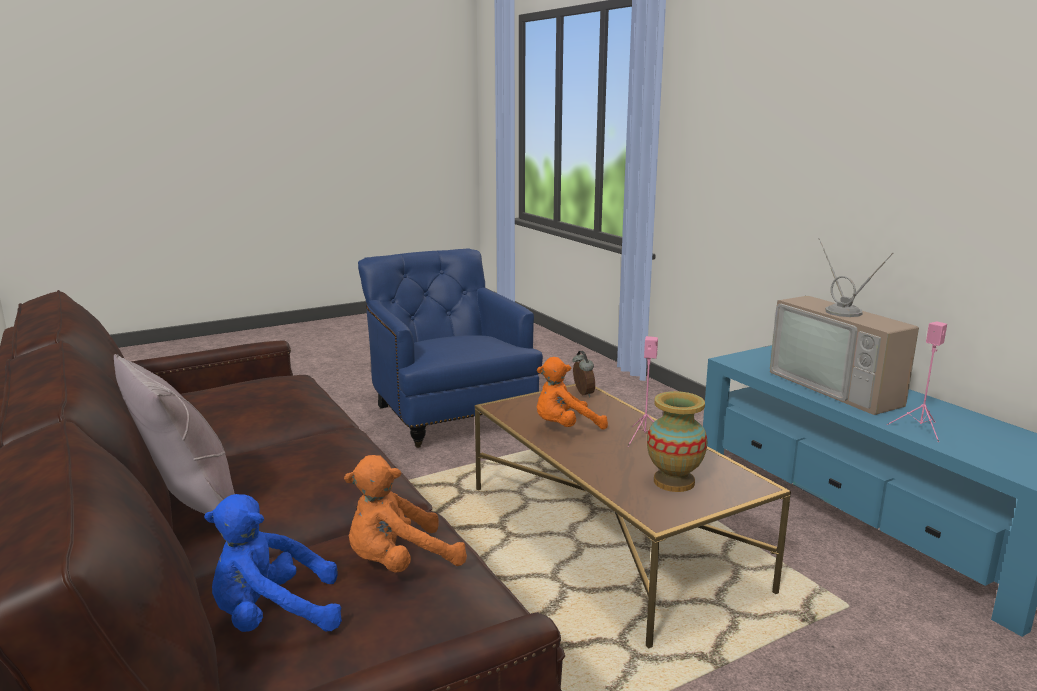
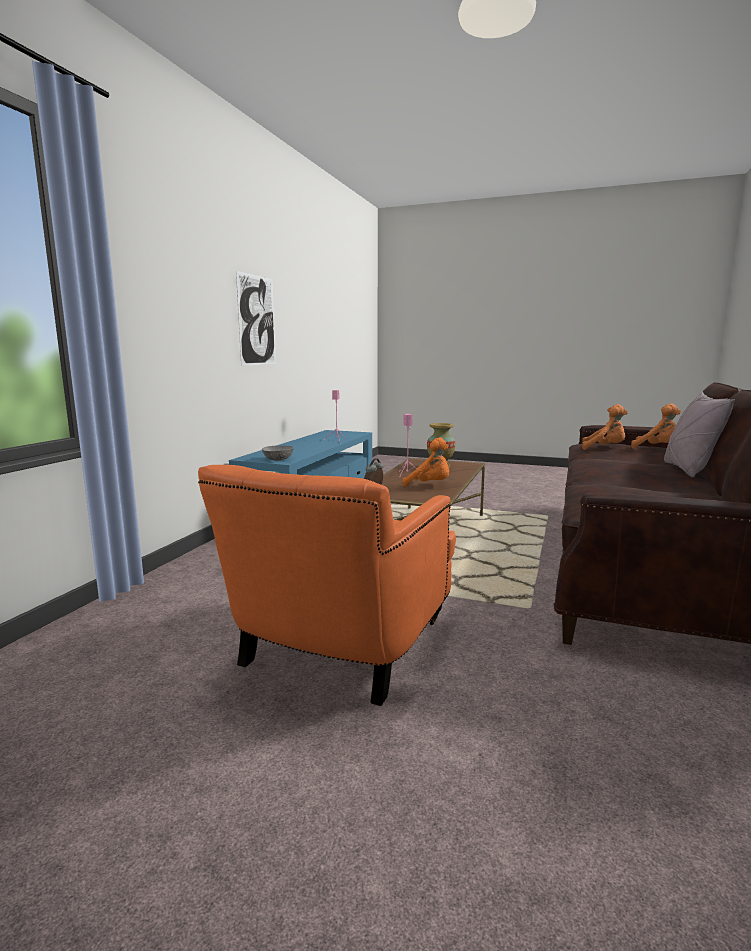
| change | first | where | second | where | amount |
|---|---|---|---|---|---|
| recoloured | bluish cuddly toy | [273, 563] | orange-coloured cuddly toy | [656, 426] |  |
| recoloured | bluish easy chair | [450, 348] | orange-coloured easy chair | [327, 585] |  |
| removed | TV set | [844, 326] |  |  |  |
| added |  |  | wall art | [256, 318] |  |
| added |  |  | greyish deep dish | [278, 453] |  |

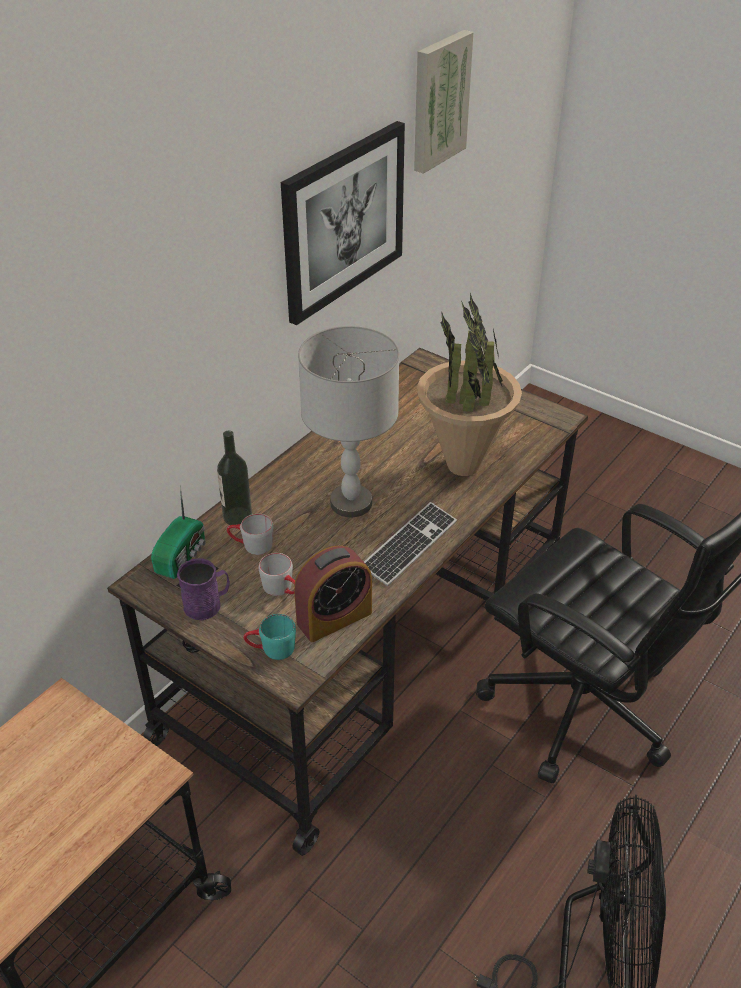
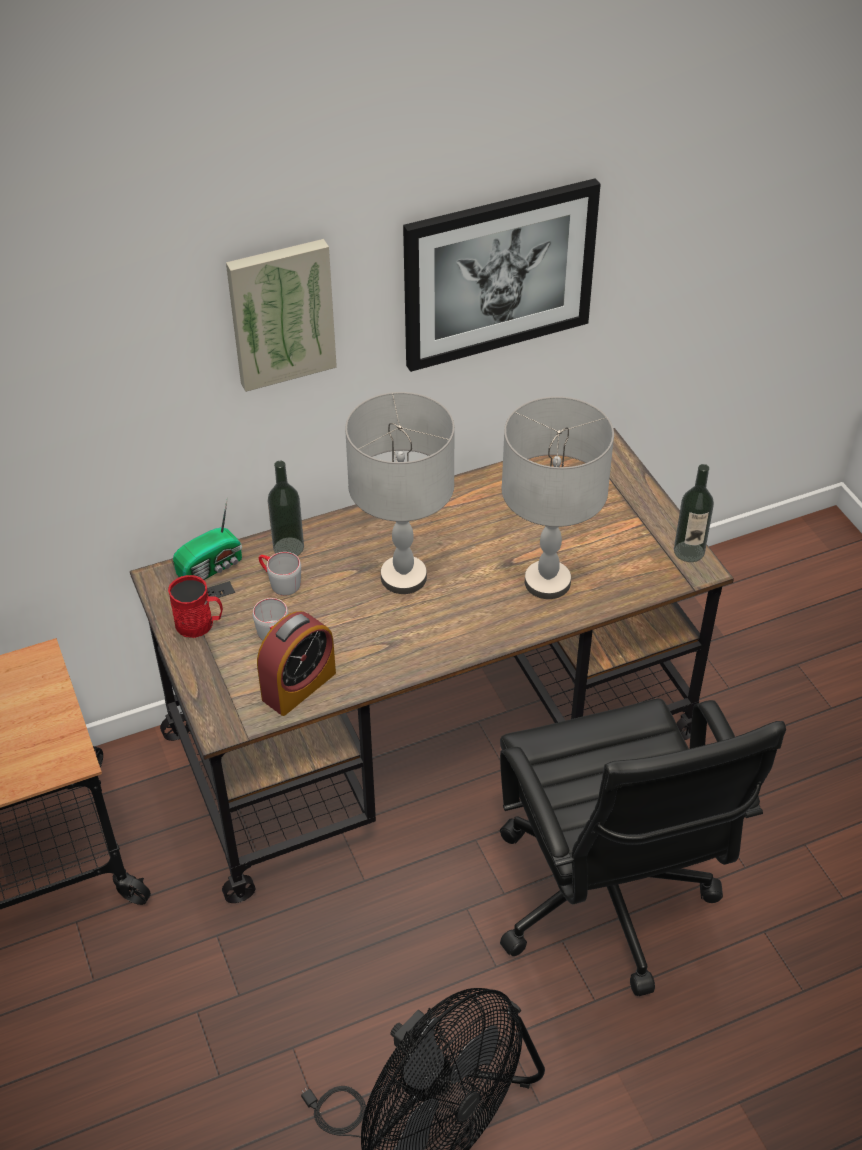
| change | first | where | second | where | amount |
|---|---|---|---|---|---|
| recoloured | purple-coloured mug | [203, 589] | red-coloured mug | [195, 606] |  |
| removed | turquoise mug | [269, 637] |  |  |  |
| turned | alarm clock | [333, 593] |  | [296, 663] | 45 degrees counterclockwise |
| removed | keyboard | [410, 544] |  |  |  |
| moved | wall art | [444, 102] |  | [281, 315] |  |
| replaced | plant in a pot | [469, 384] | greyish tabletop lamp | [558, 497] |  |
| added |  |  | drink bottle | [694, 513] |  |

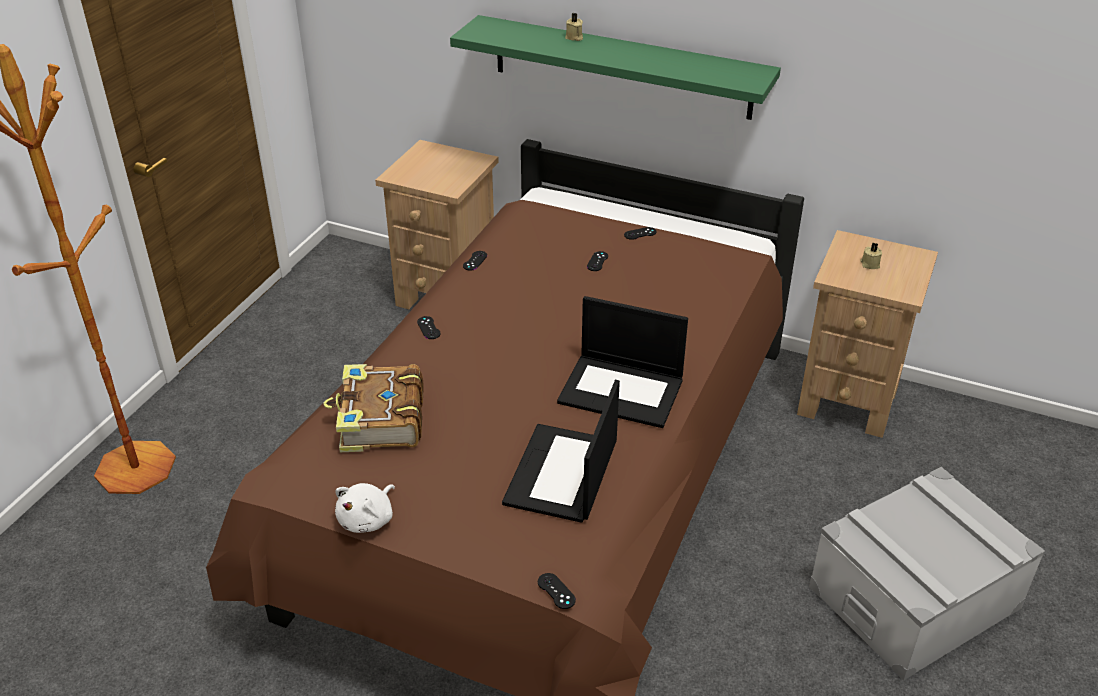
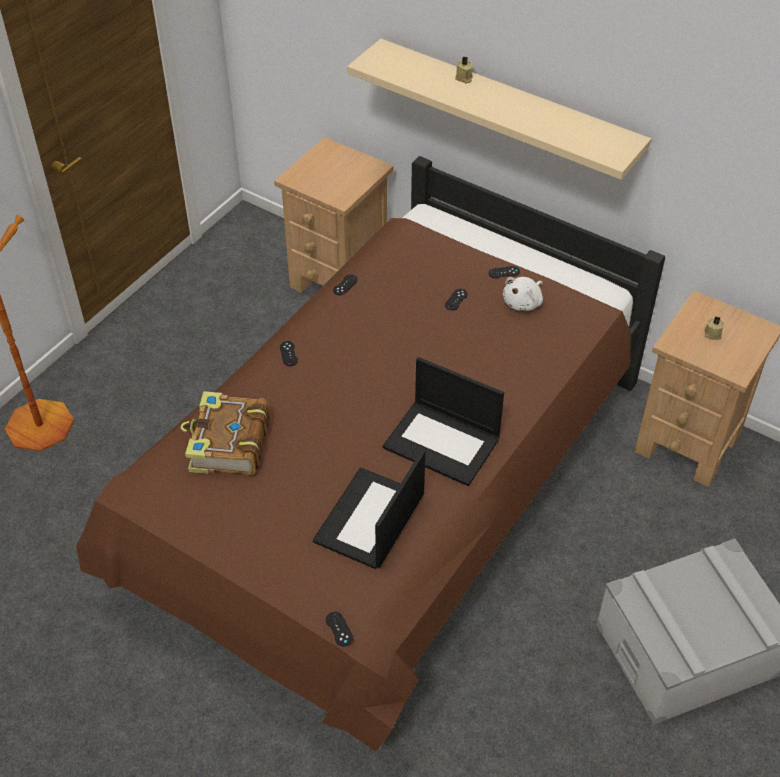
| change | first | where | second | where | amount |
|---|---|---|---|---|---|
| moved | whitish cuddly toy | [365, 508] |  | [523, 294] |  |
| recoloured | green wall shelf | [615, 67] | beige-coloured wall shelf | [499, 109] |  |

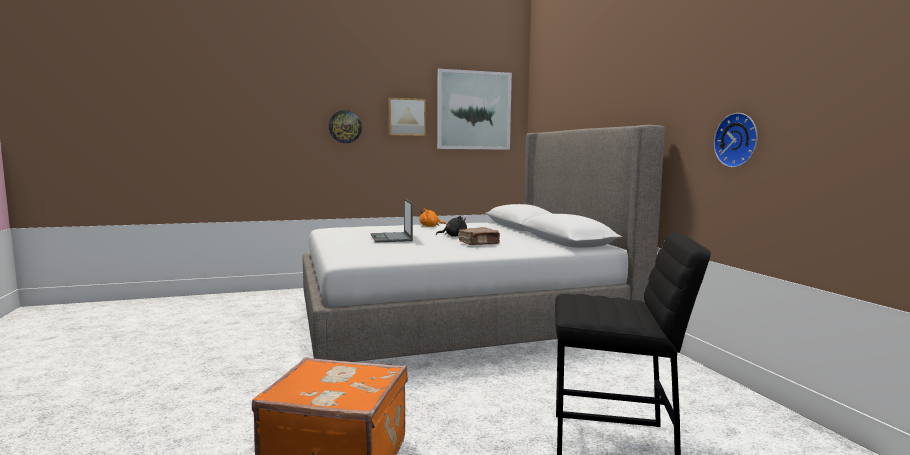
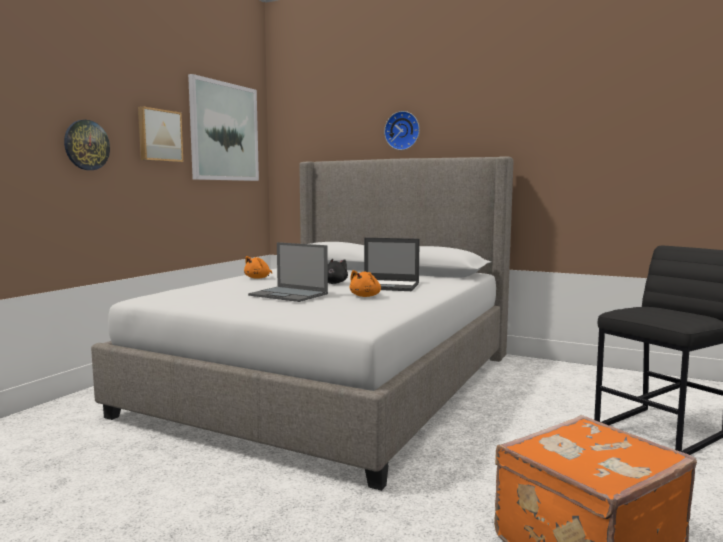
| change | first | where | second | where | amount |
|---|---|---|---|---|---|
| replaced | brown book | [479, 236] | laptop | [392, 264] |  |
| moved | wall clock | [736, 140] |  | [402, 130] |  |
| added |  |  | orange-coloured cuddly toy | [365, 283] |  |

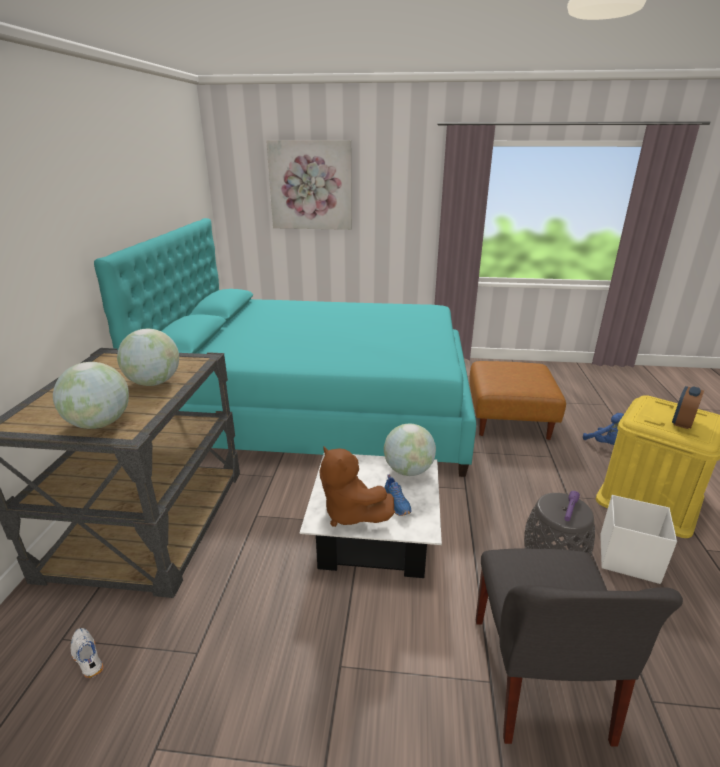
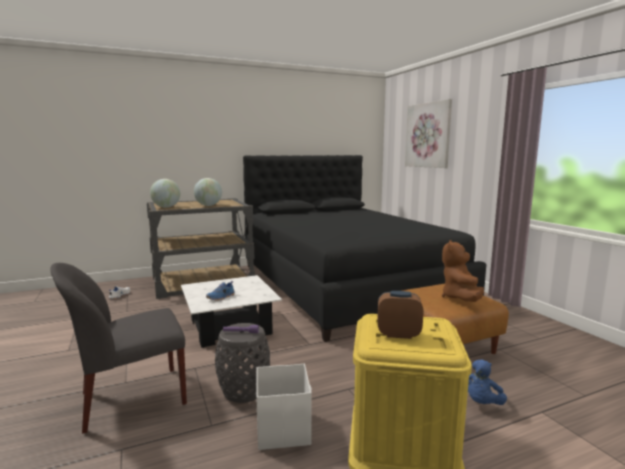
| change | first | where | second | where | amount |
|---|---|---|---|---|---|
| recoloured | turquoise bedroom bed | [285, 347] | black bedroom bed | [365, 248] |  |
| moved | brown cuddly toy | [356, 487] |  | [463, 271] |  |
| removed | desk globe | [410, 449] |  |  |  |

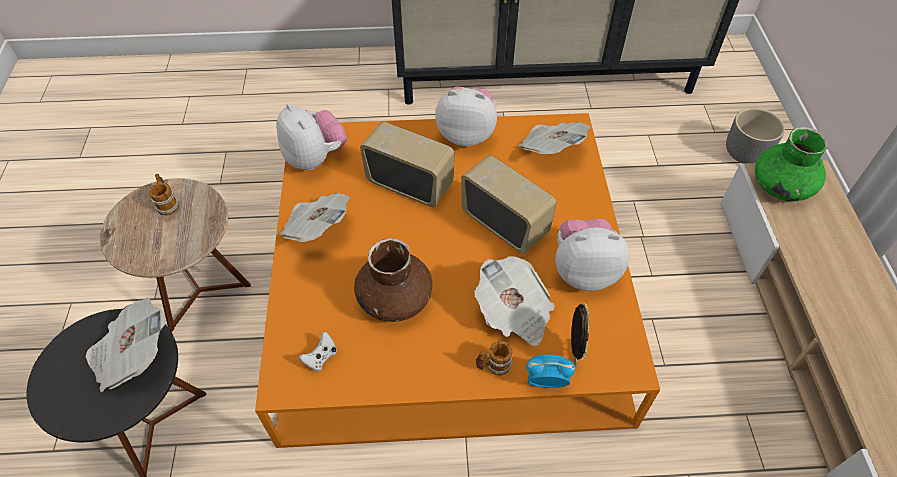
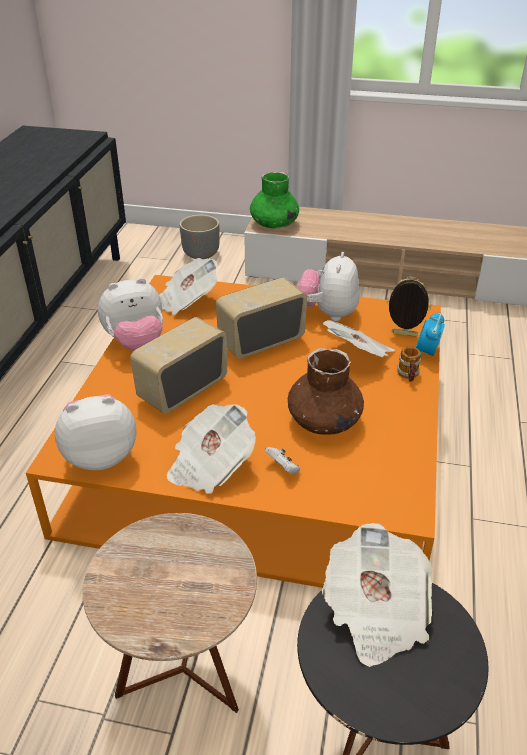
| change | first | where | second | where | amount |
|---|---|---|---|---|---|
| removed | mug | [164, 195] |  |  |  |
| moved | whitish gamepad | [318, 352] |  | [282, 460] |  |
| turned | cuddly toy | [466, 116] |  | [130, 314] | 135 degrees counterclockwise |

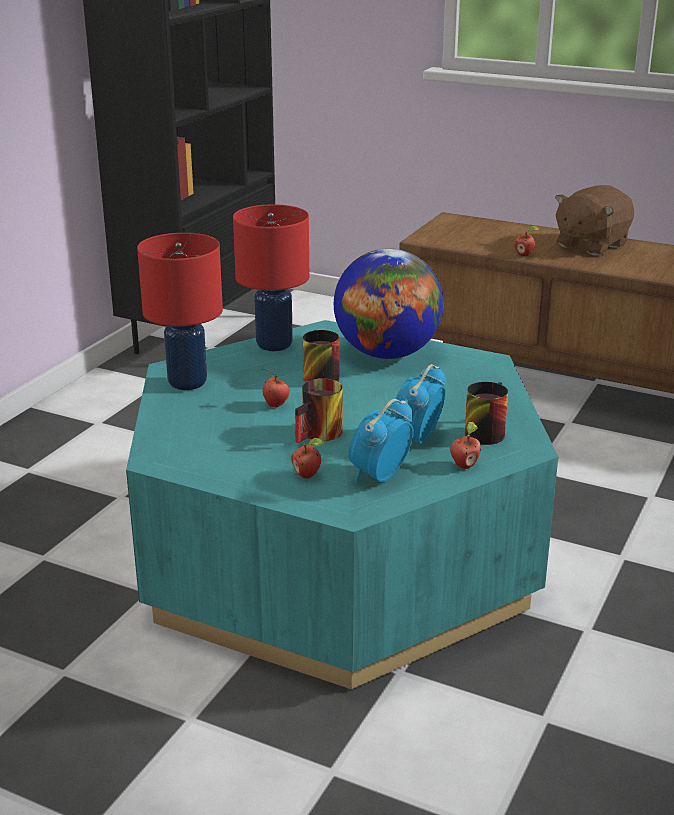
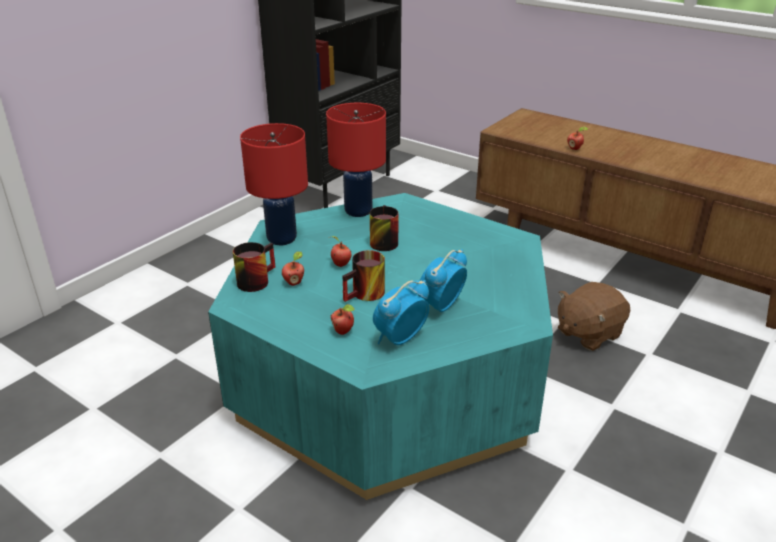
| change | first | where | second | where | amount |
|---|---|---|---|---|---|
| removed | desk globe | [389, 303] |  |  |  |
| moved | whole apple | [465, 445] |  | [293, 269] |  |
| moved | mug | [486, 413] |  | [254, 267] |  |
| moved | brown cuddly toy | [594, 220] |  | [594, 316] |  |

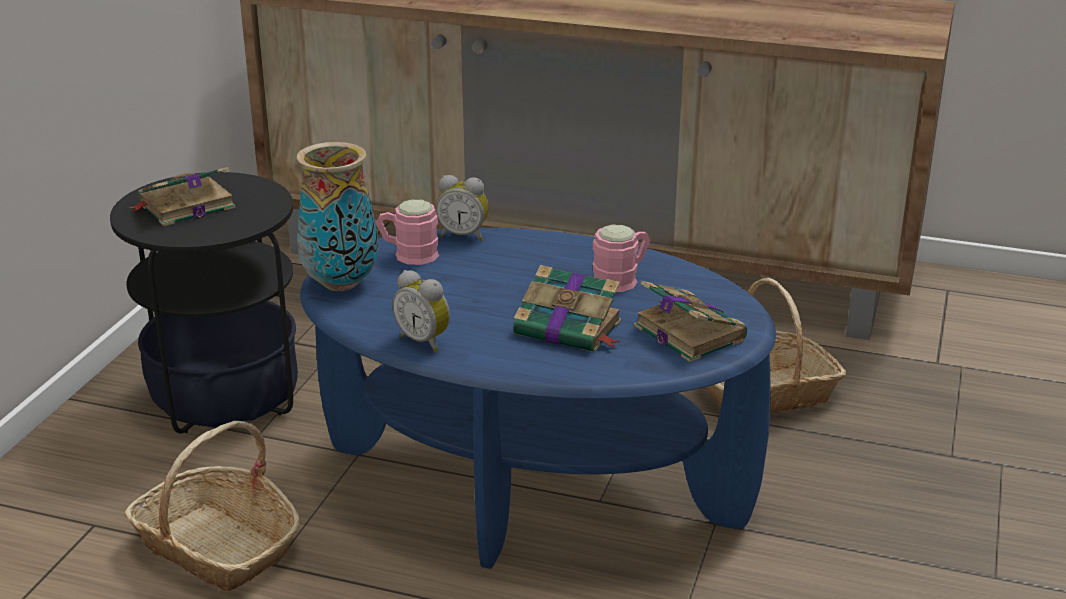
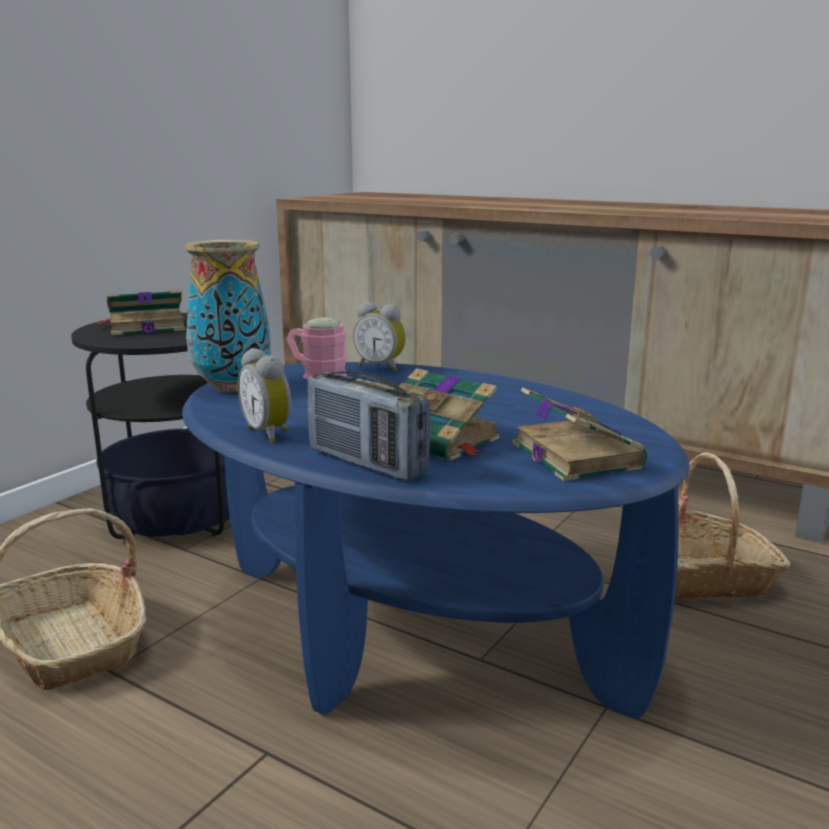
| change | first | where | second | where | amount |
|---|---|---|---|---|---|
| removed | pink-coloured mug | [621, 258] |  |  |  |
| added |  |  | radio set | [369, 426] |  |

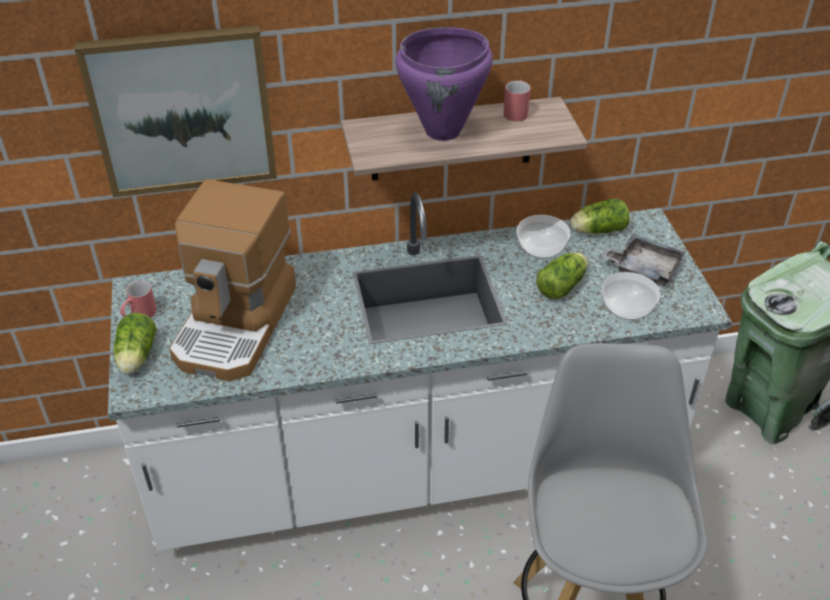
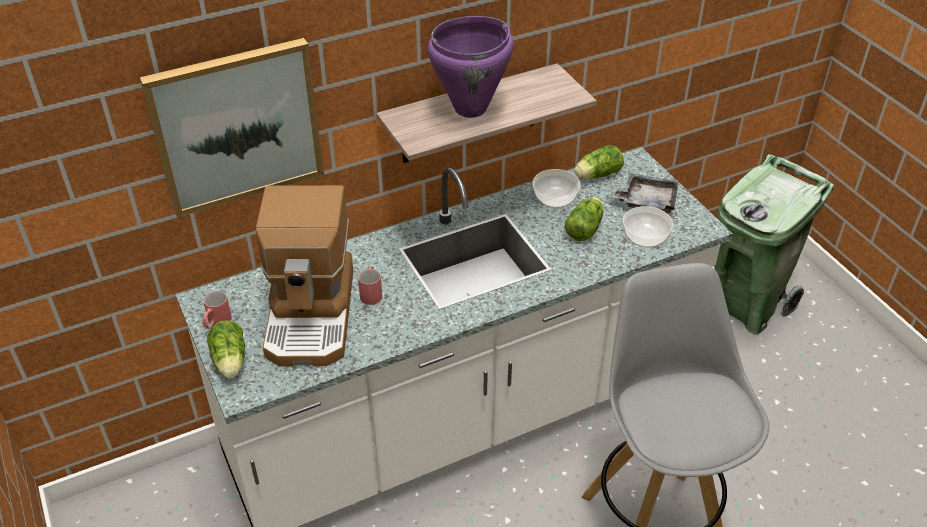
| change | first | where | second | where | amount |
|---|---|---|---|---|---|
| moved | red-coloured mug | [517, 100] |  | [370, 285] |  |

